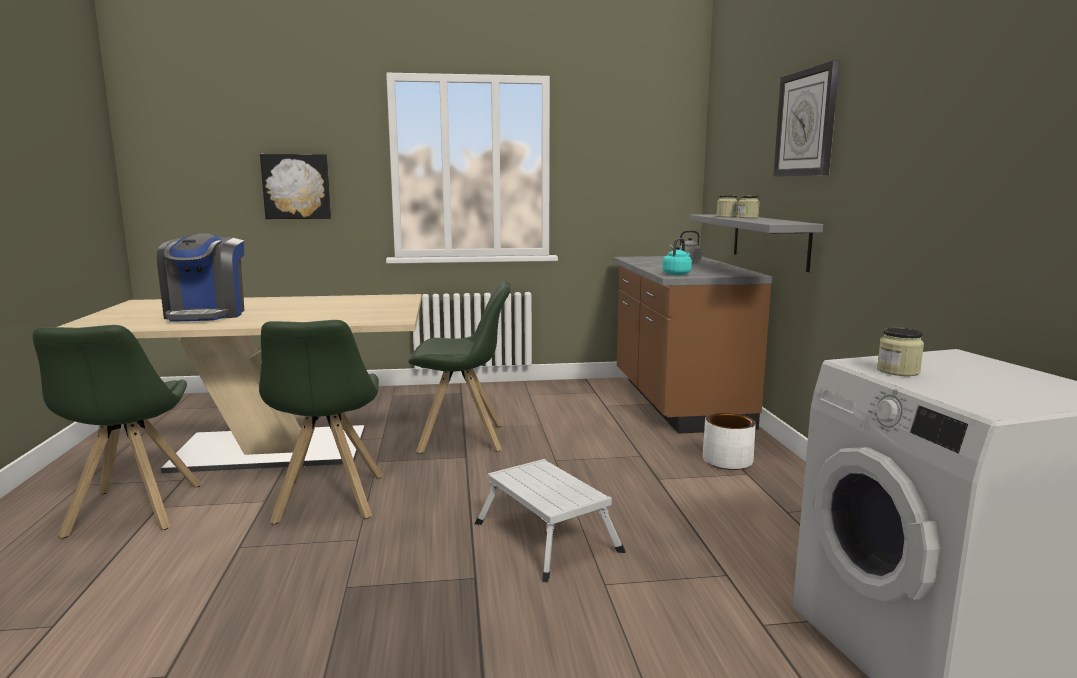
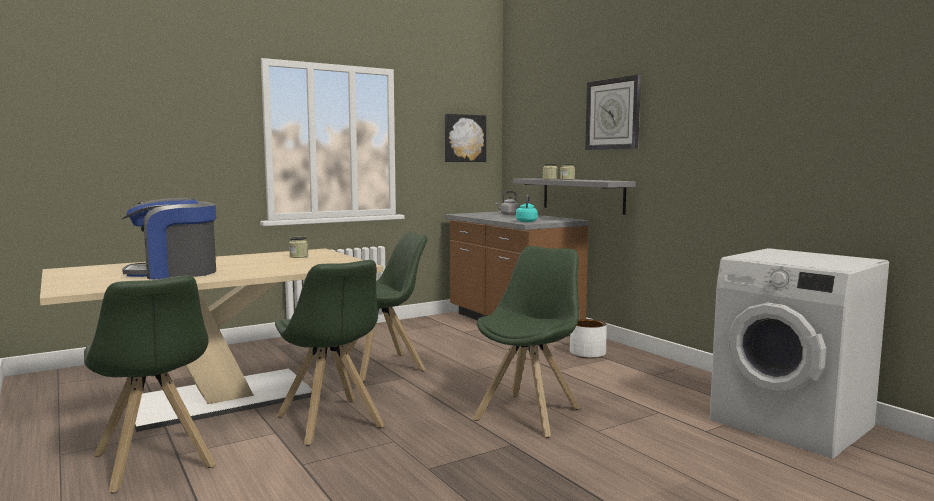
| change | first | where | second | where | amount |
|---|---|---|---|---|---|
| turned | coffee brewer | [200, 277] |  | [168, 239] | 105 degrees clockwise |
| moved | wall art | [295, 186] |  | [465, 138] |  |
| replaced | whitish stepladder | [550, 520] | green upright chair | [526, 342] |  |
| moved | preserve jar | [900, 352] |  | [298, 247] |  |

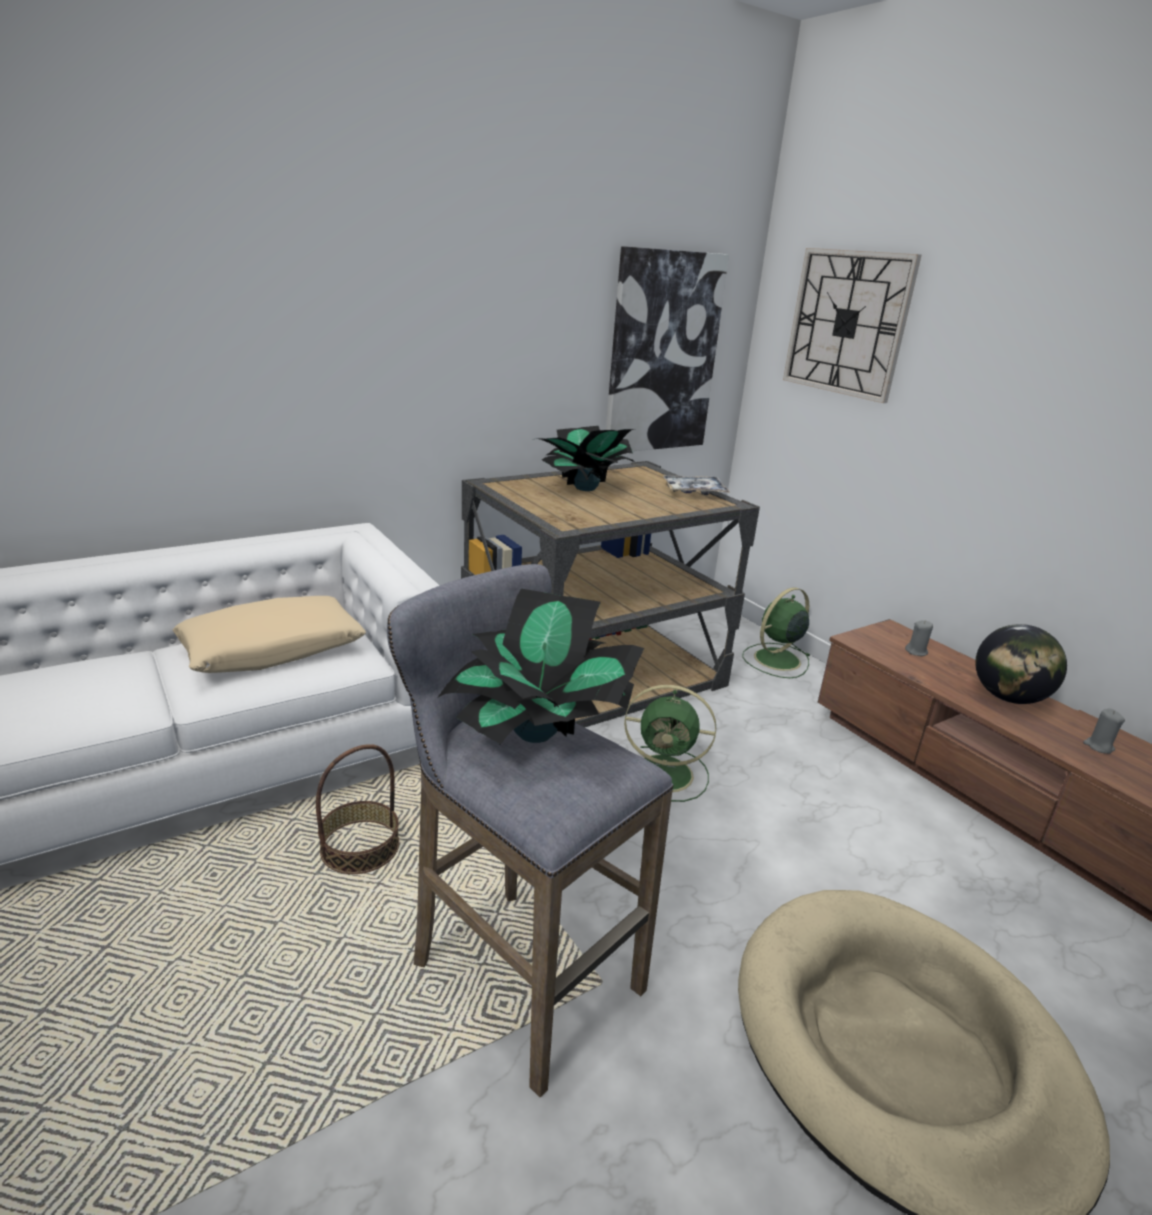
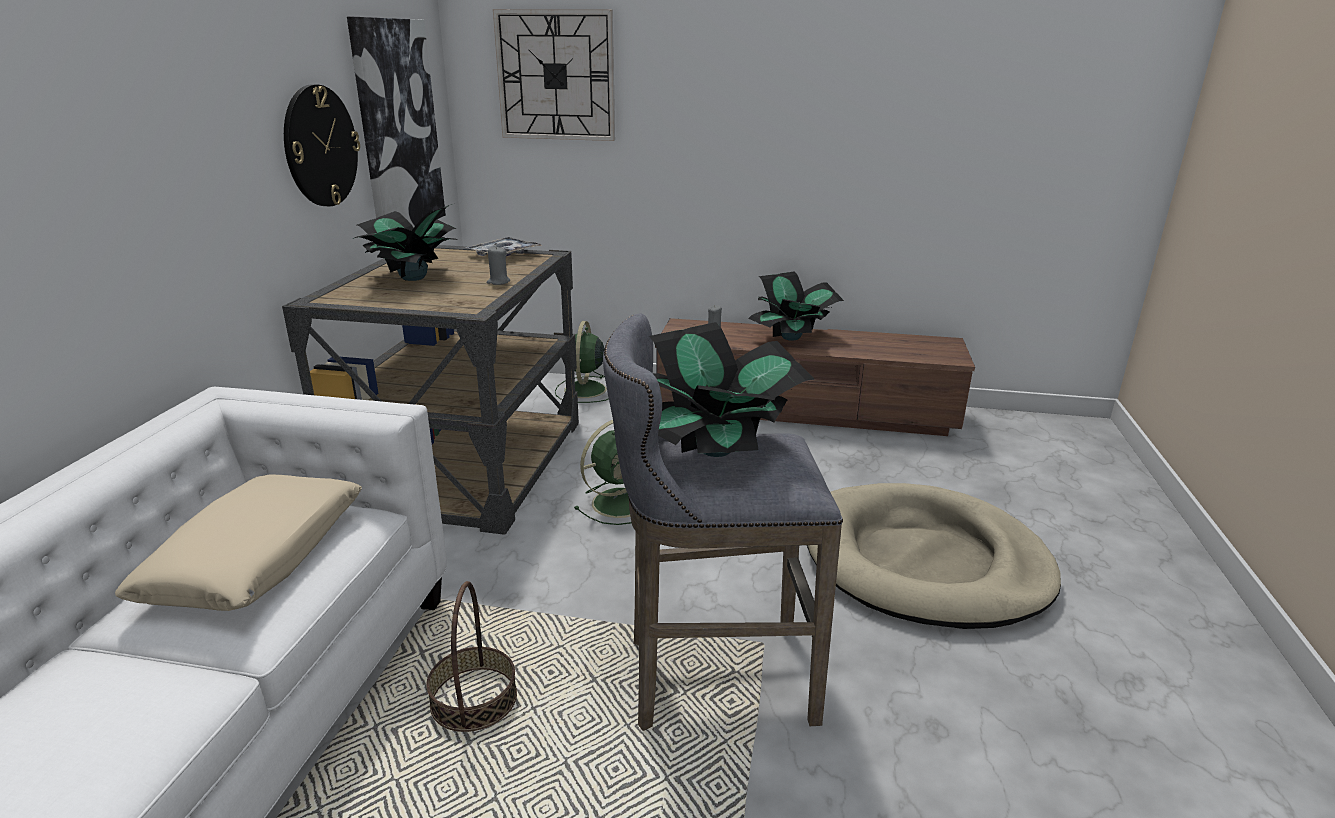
| change | first | where | second | where | amount |
|---|---|---|---|---|---|
| replaced | desk globe | [1021, 664] | plant in a pot | [796, 306] |  |
| moved | greyish wax candle | [1104, 731] |  | [498, 265] |  |
| added |  |  | wall clock | [322, 145] |  |

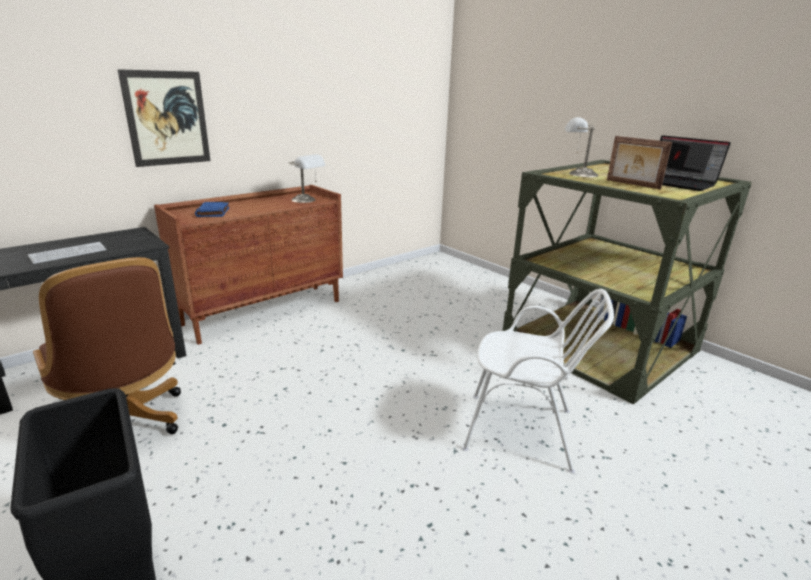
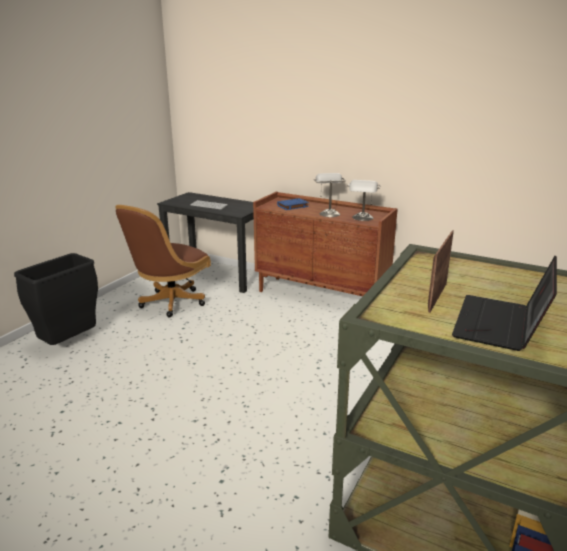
| change | first | where | second | where | amount |
|---|---|---|---|---|---|
| removed | wall art | [164, 118] |  |  |  |
| removed | whitish upright chair | [538, 381] |  |  |  |
| moved | whitish tabletop lamp | [581, 147] |  | [330, 195] |  |

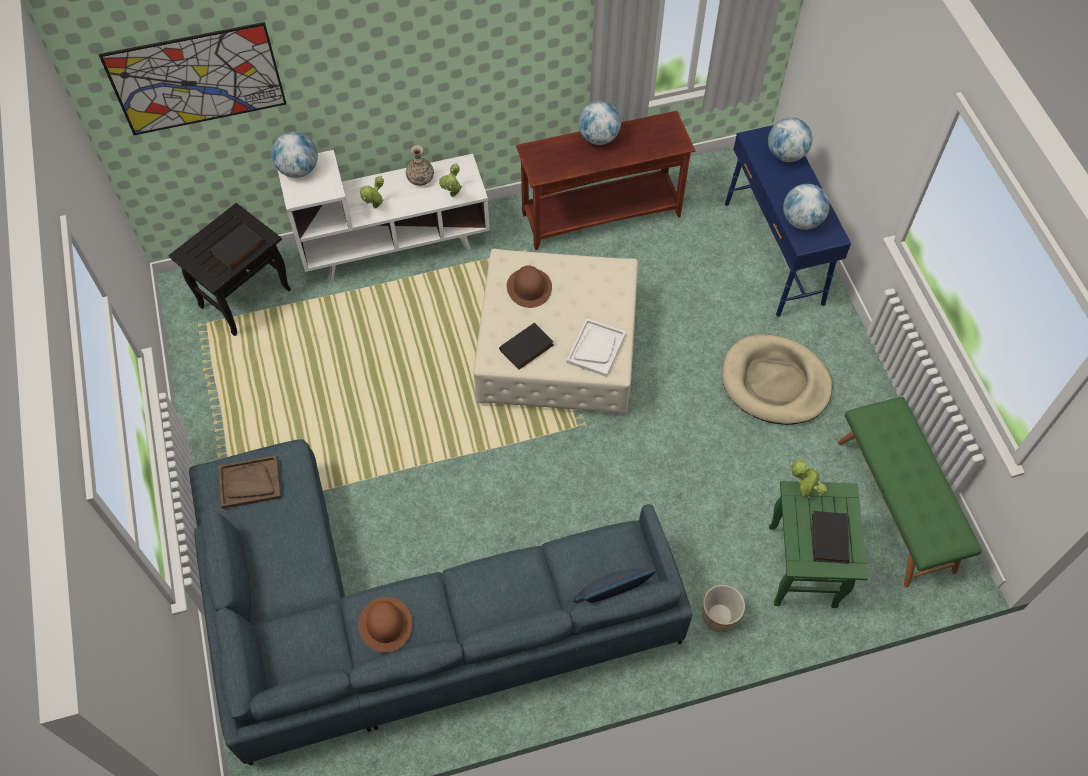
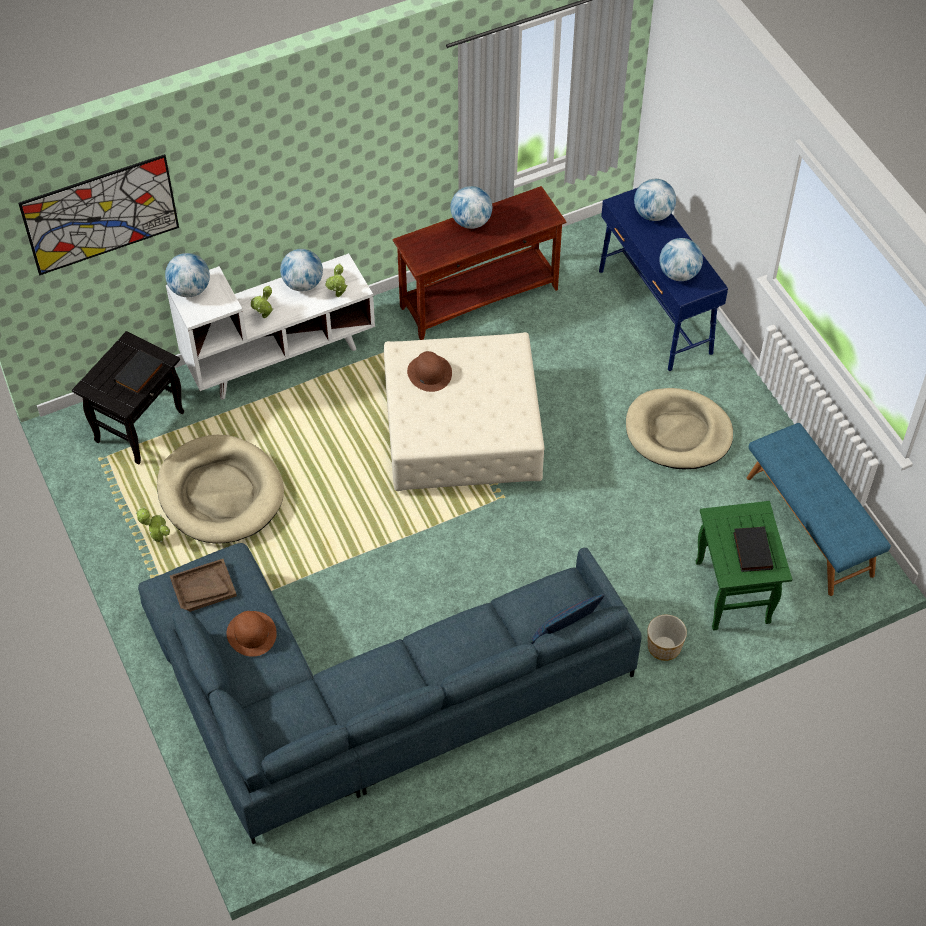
| change | first | where | second | where | amount |
|---|---|---|---|---|---|
| moved | brown wearable hat | [385, 625] |  | [251, 634] |  |
| replaced | flower vase | [420, 165] | desk globe | [301, 270] |  |
| removed | black book | [526, 346] |  |  |  |
| removed | whitish tray | [596, 347] |  |  |  |
| moved | plant in a pot | [809, 478] |  | [153, 524] |  |
| recoloured | green indoor bench | [910, 492] | bluish indoor bench | [819, 509] |  |
| added |  |  | beige-coloured dog cushion | [220, 489] |  |

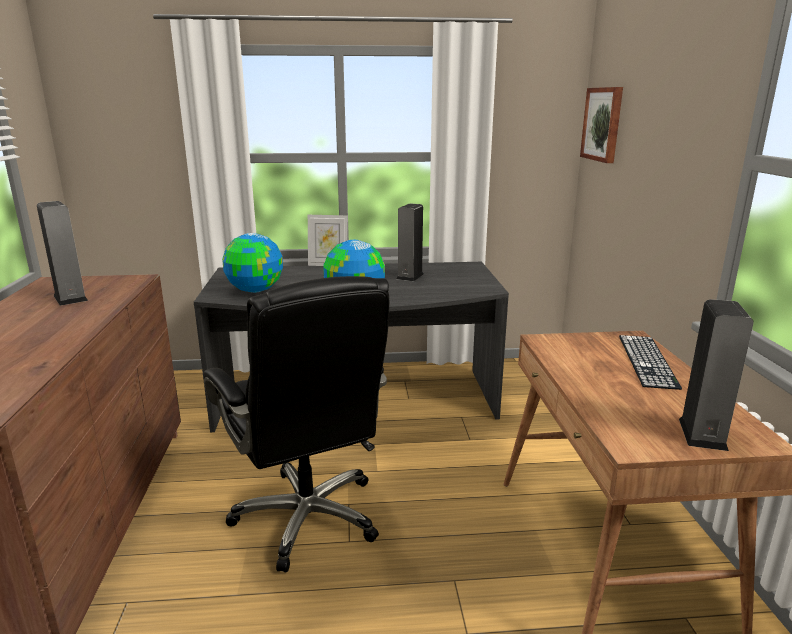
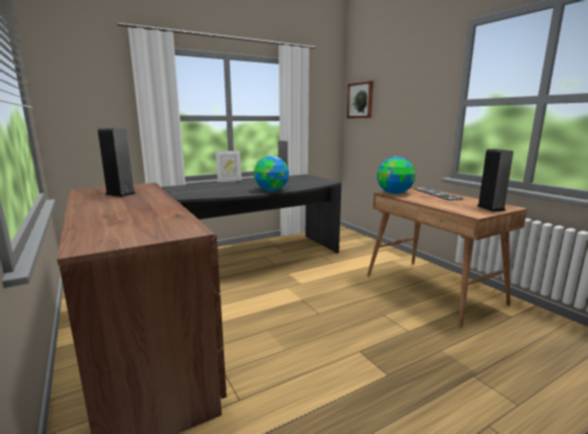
| change | first | where | second | where | amount |
|---|---|---|---|---|---|
| removed | black desk chair | [296, 424] |  |  |  |
| moved | desk globe | [252, 263] |  | [396, 175] |  |

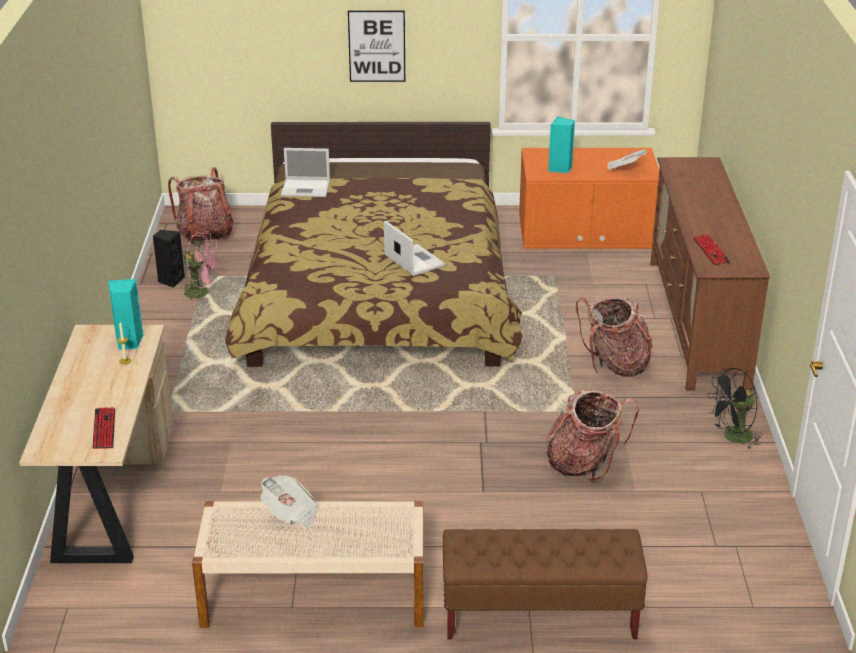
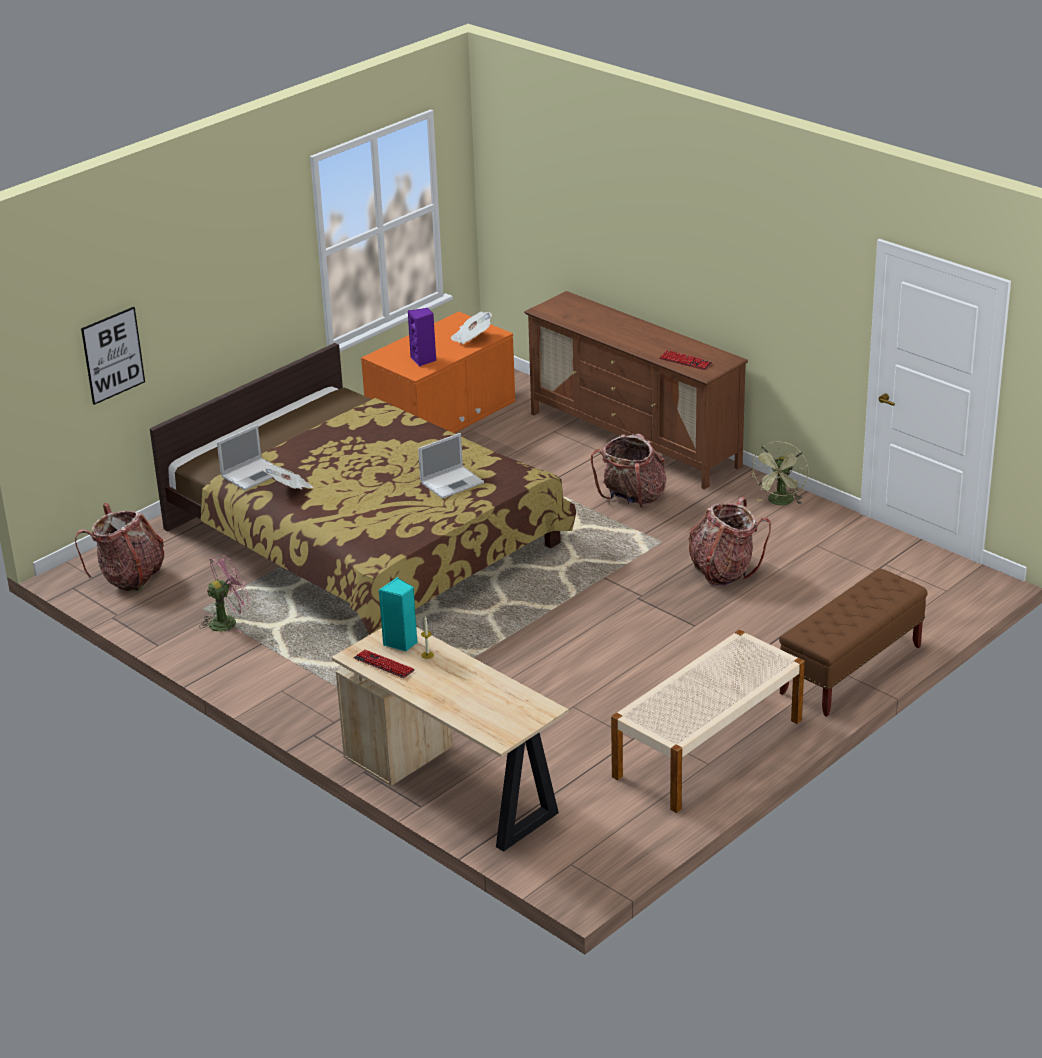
| change | first | where | second | where | amount |
|---|---|---|---|---|---|
| moved | keyboard | [103, 428] |  | [384, 664] |  |
| removed | black speaker | [169, 259] |  |  |  |
| moved | printed paper | [289, 501] |  | [288, 477] |  |
| moved | wall art | [376, 46] |  | [113, 356] |  |
| turned | laptop | [414, 248] |  | [451, 466] | 135 degrees clockwise |
| recoloured | turquoise speaker | [561, 144] | purple-coloured speaker | [422, 337] |  |
| recoloured | black fan | [735, 408] | green fan | [779, 473] |  |

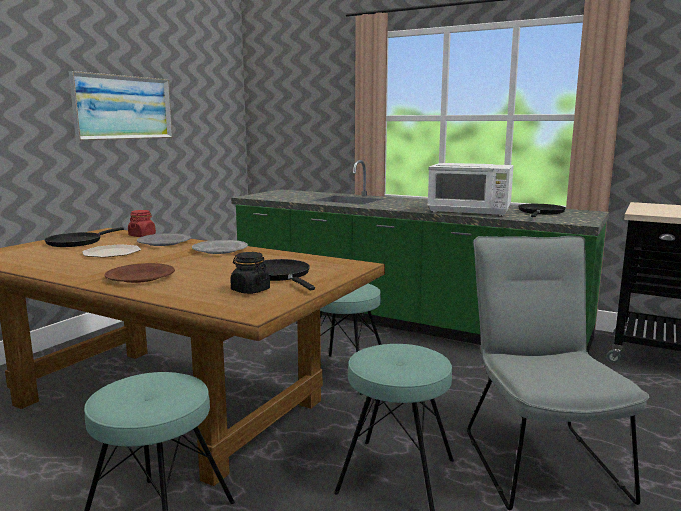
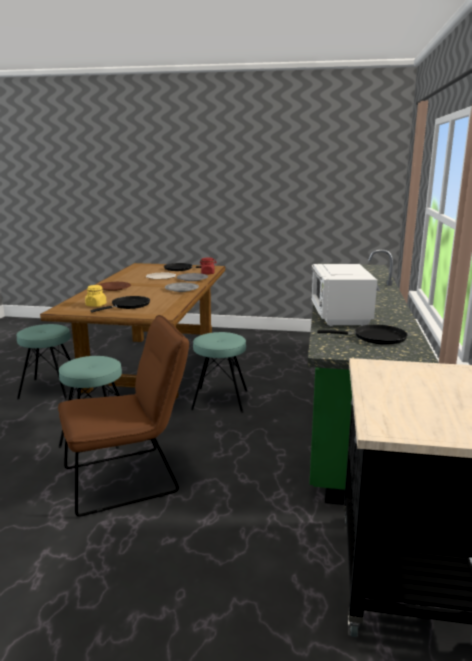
| change | first | where | second | where | amount |
|---|---|---|---|---|---|
| removed | wall art | [121, 106] |  |  |  |
| recoloured | black preserve jar | [250, 273] | yellowish preserve jar | [96, 296] |  |
| recoloured | greyish upright chair | [558, 373] | brown upright chair | [123, 416] |  |

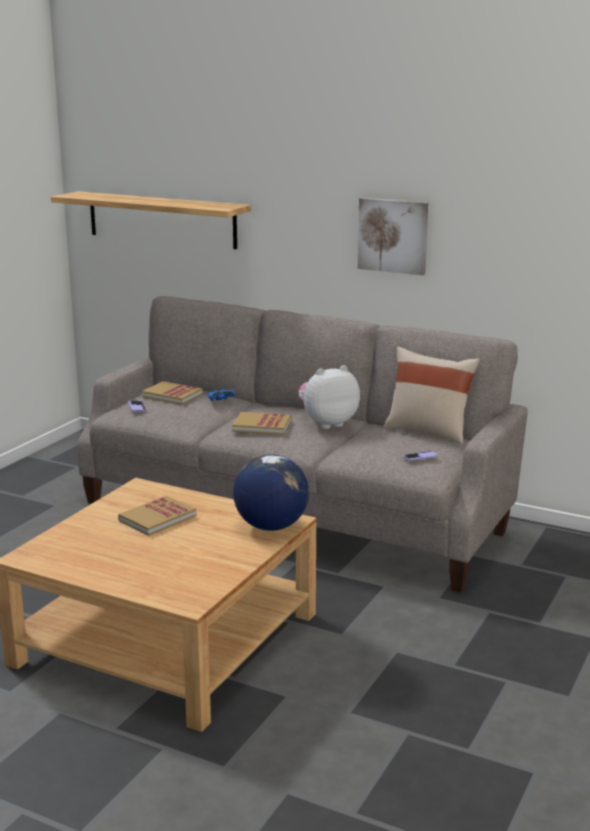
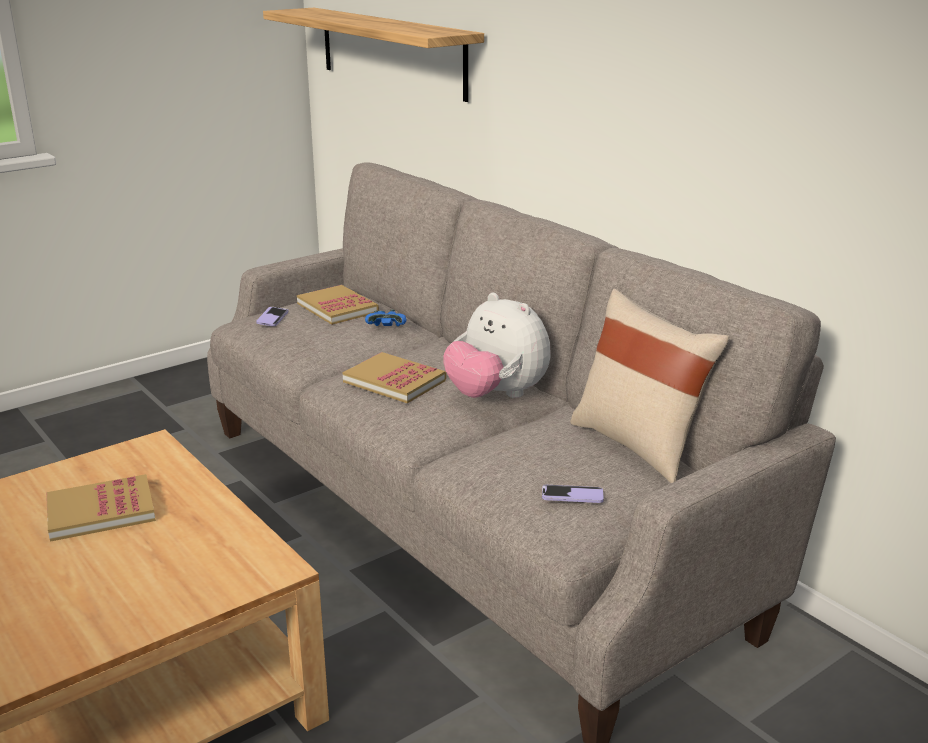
| change | first | where | second | where | amount |
|---|---|---|---|---|---|
| removed | desk globe | [271, 493] |  |  |  |
| turned | cuddly toy | [329, 397] |  | [496, 345] | 135 degrees counterclockwise |
| removed | wall art | [393, 237] |  |  |  |

